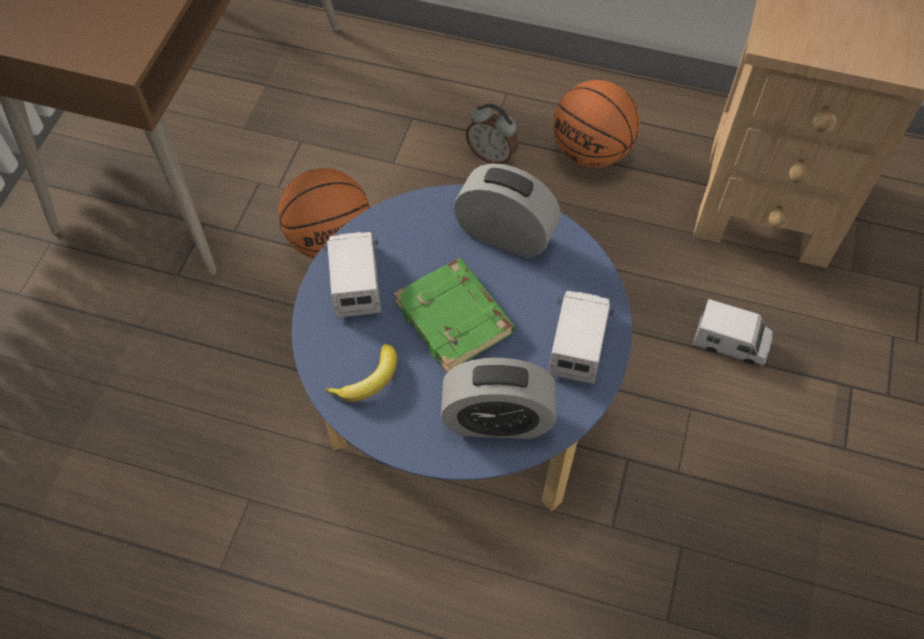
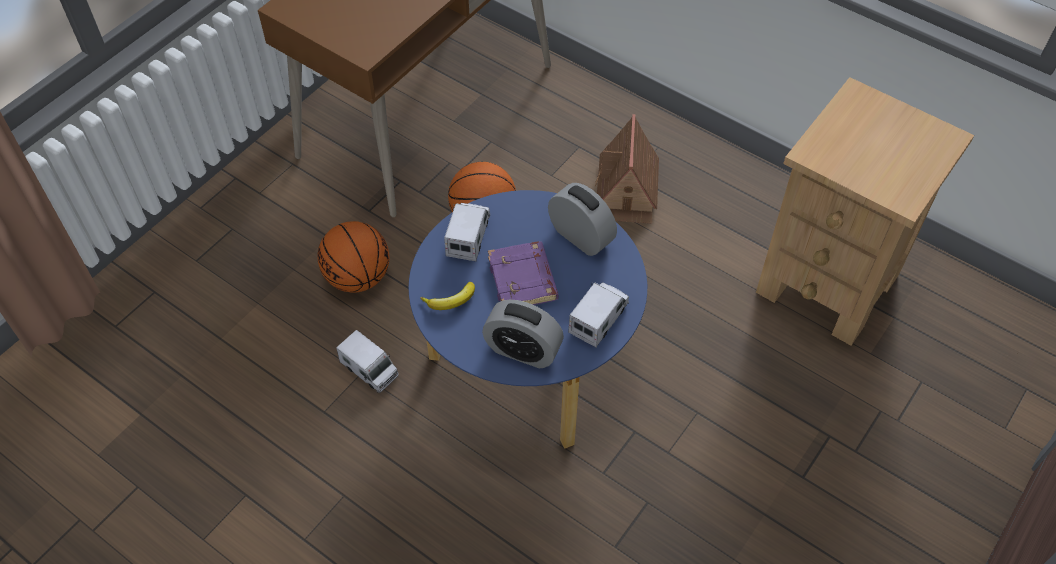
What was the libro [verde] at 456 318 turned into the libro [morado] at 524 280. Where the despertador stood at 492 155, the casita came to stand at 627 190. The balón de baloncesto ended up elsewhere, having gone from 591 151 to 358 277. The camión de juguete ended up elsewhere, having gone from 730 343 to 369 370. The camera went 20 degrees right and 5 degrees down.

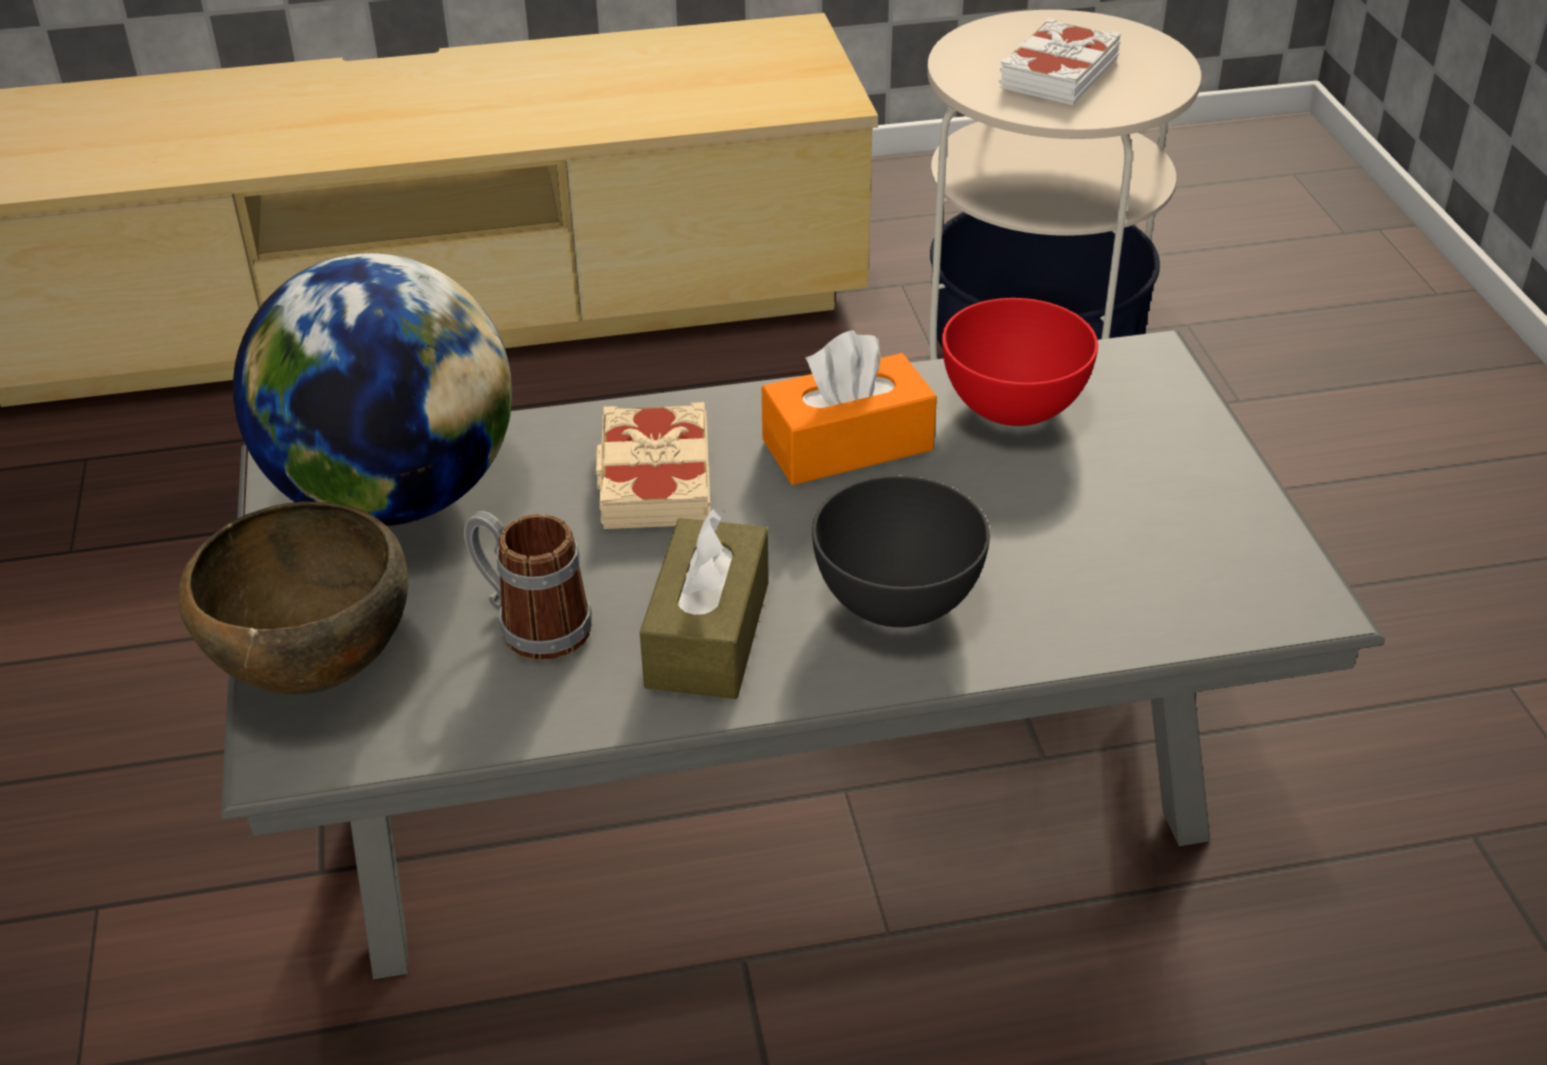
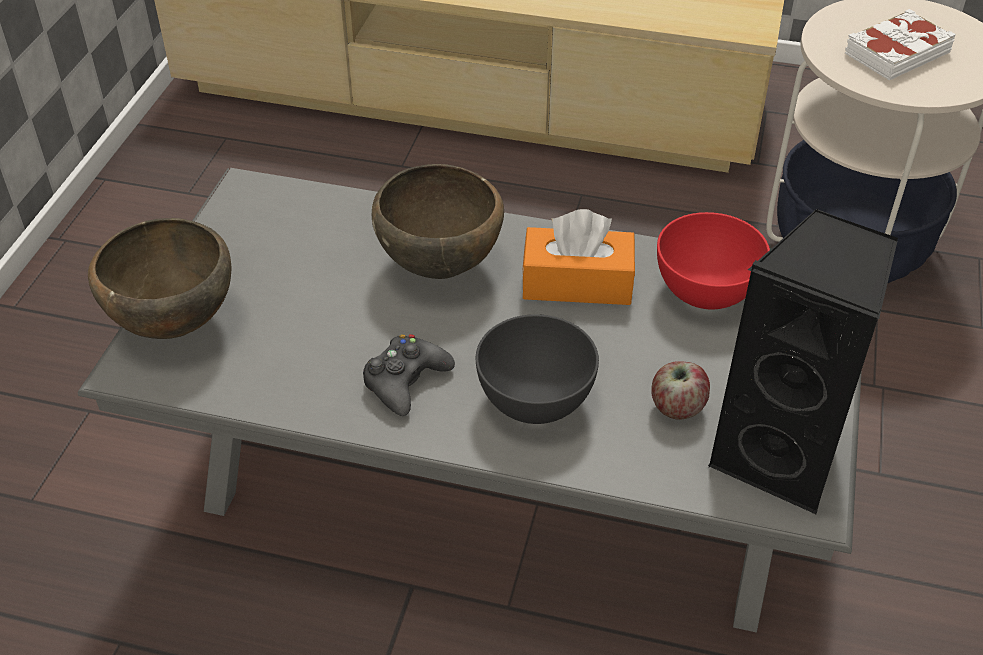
The second view lost the globo terráqueo at 395 496. The second view lost the taza grande at 531 623. Where the libro [beis] stood at 653 479, the cuenco [marrón] came to stand at 441 267. Where the caja de pañuelos [marrón] stood at 708 634, the mando de consola [negro] came to stand at 405 381. The second view gained the manzana at 677 407. The second view gained the altavoz [negro] at 781 458. The camera went 25 degrees right and 5 degrees up.

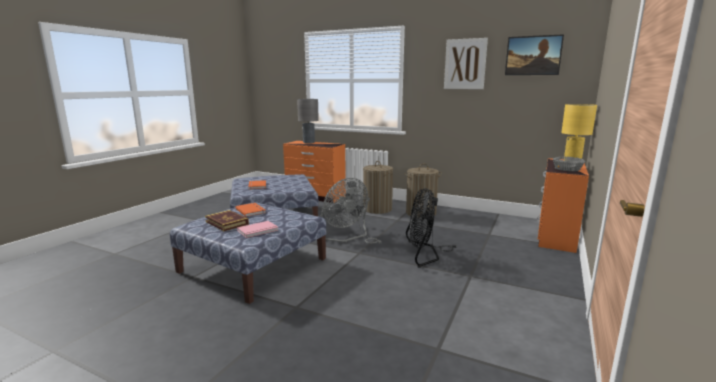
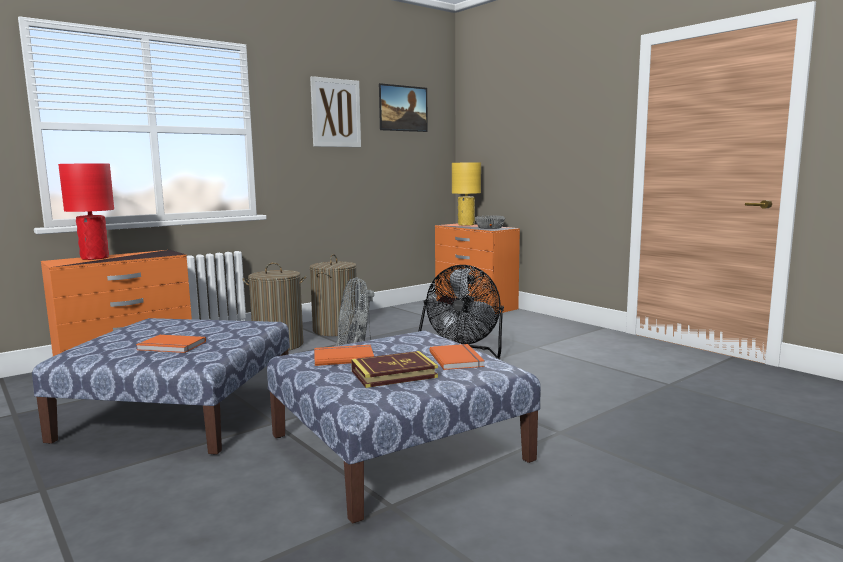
What was the libro [rosa] at 258 231 turned into the libro [naranja] at 458 359. What was the lámpara de mesa [gris] at 308 142 turned into the lámpara de mesa [rojo] at 94 258. The camera went 65 degrees left and 5 degrees down.

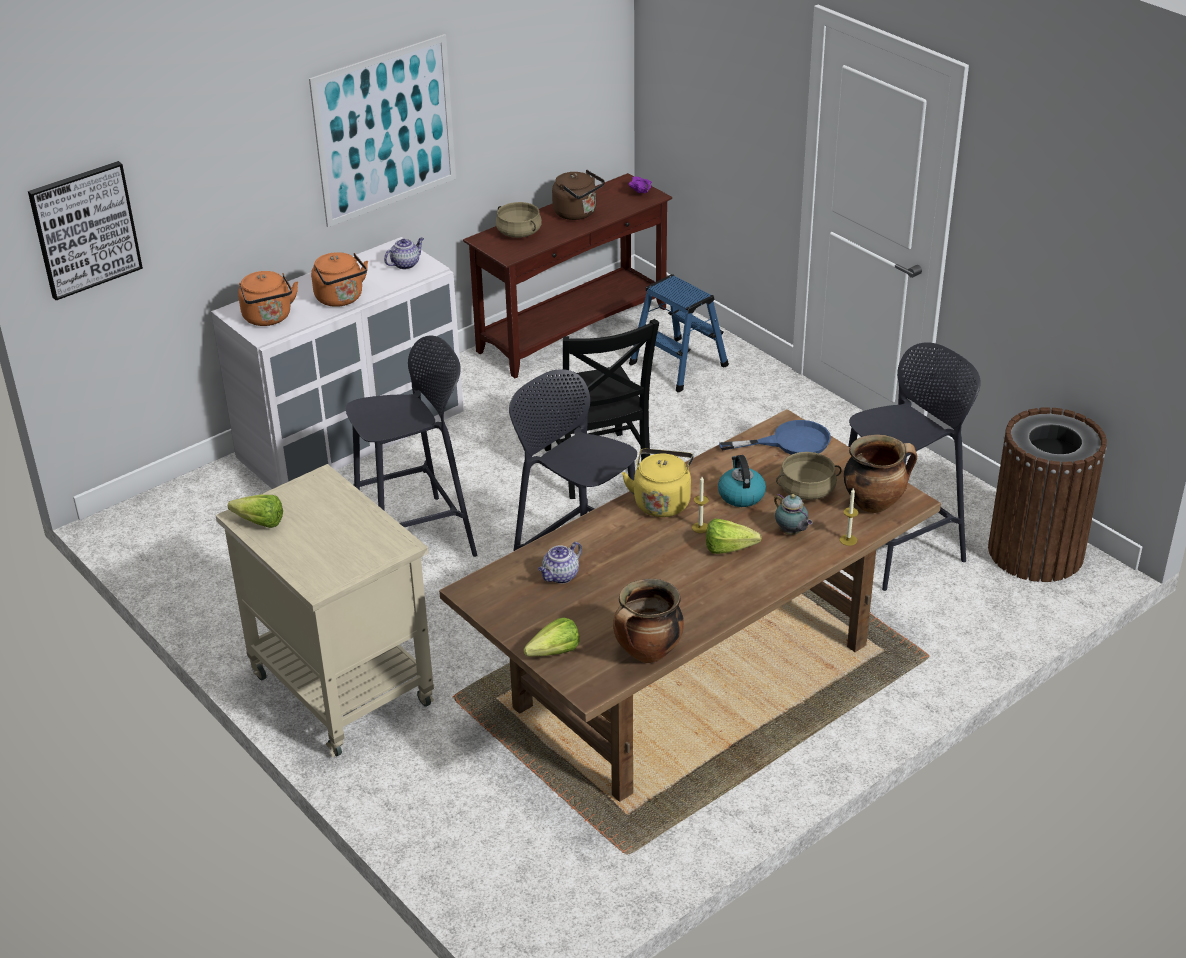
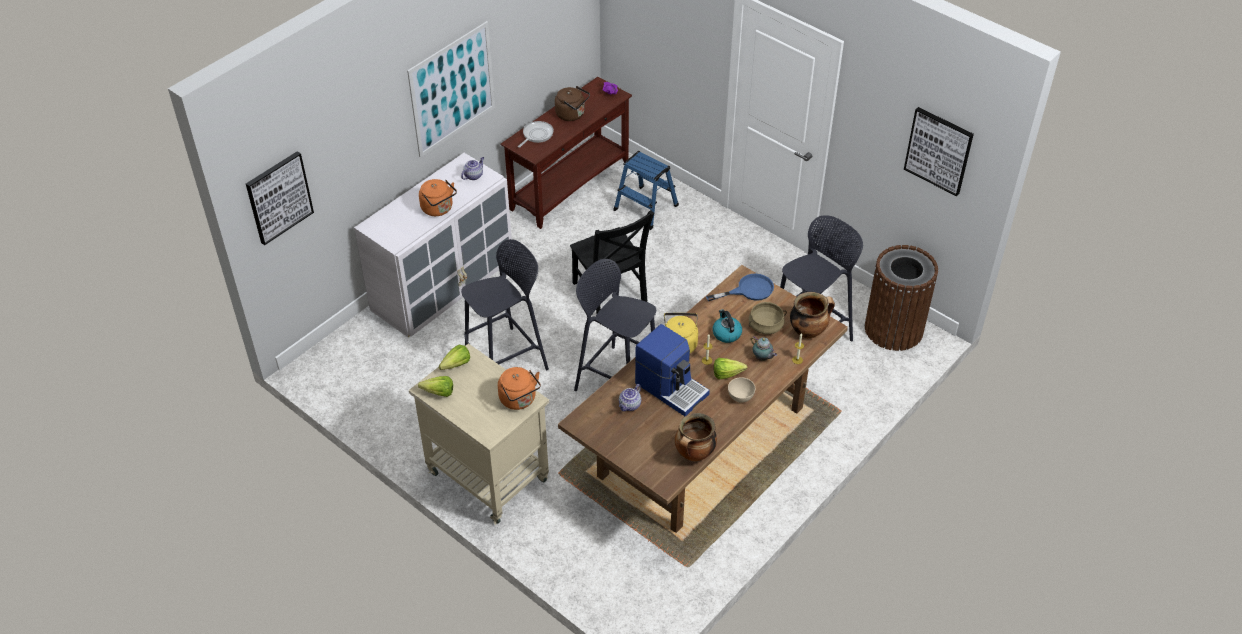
The hervidor [naranja] ended up elsewhere, having gone from 269 318 to 519 400. Where the olla [beis] stood at 518 233, the sartén came to stand at 536 135. The lechuga ended up elsewhere, having gone from 550 654 to 453 366. The second view gained the cafetera at 671 387. The second view gained the cuenco [beis] at 740 397. The second view gained the cuadro at 939 150. The camera went 10 degrees left and 10 degrees up.

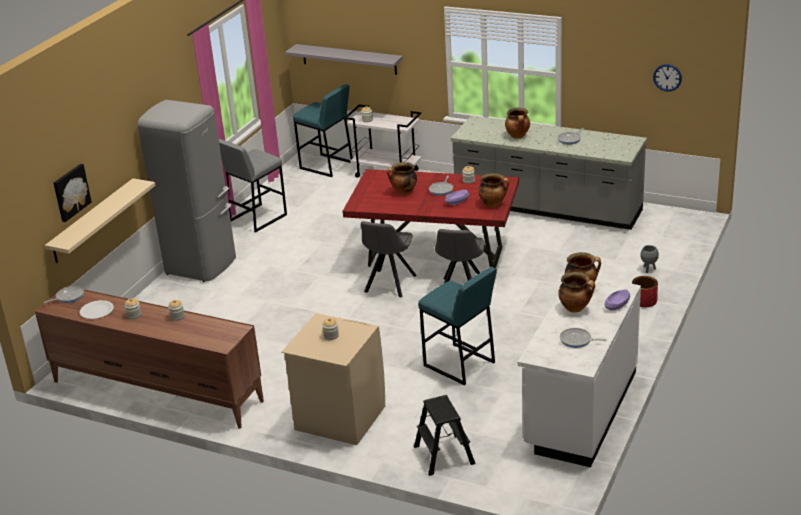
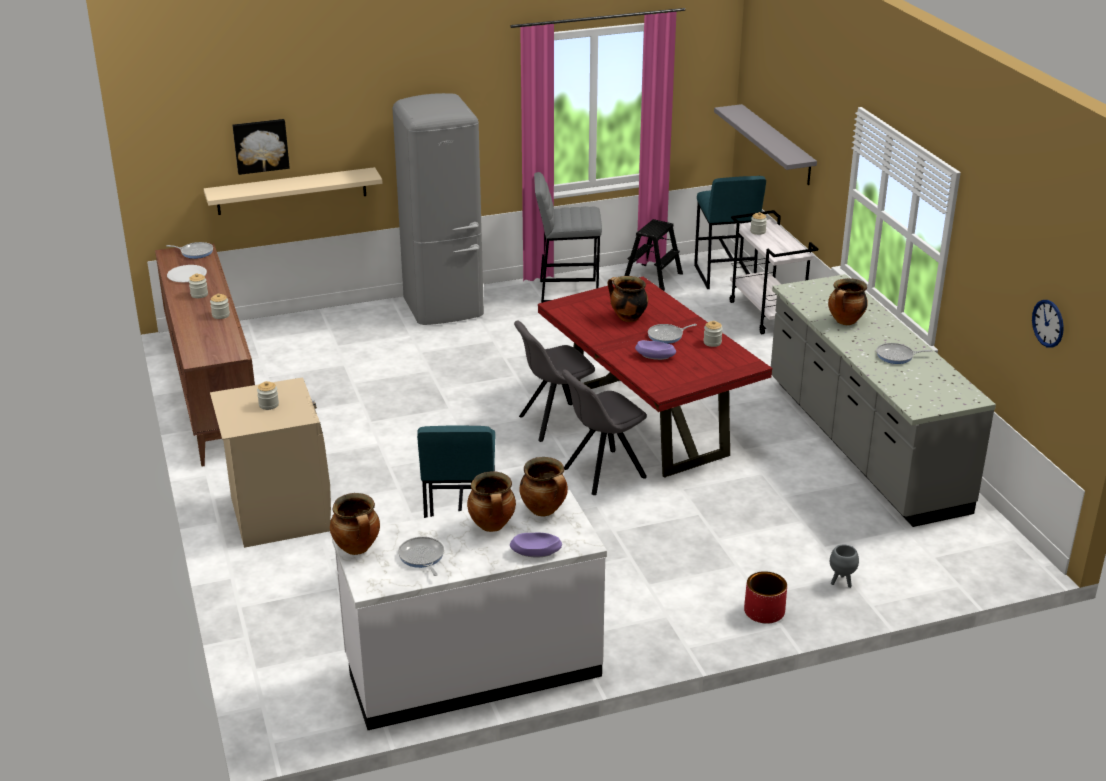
The escalera de tijera [negro] ended up elsewhere, having gone from 444 455 to 652 277. The olla ended up elsewhere, having gone from 493 204 to 357 548. The camera went 45 degrees right and 0 degrees up.

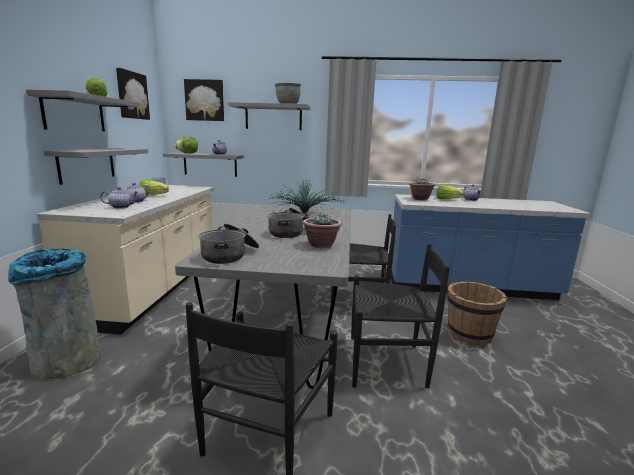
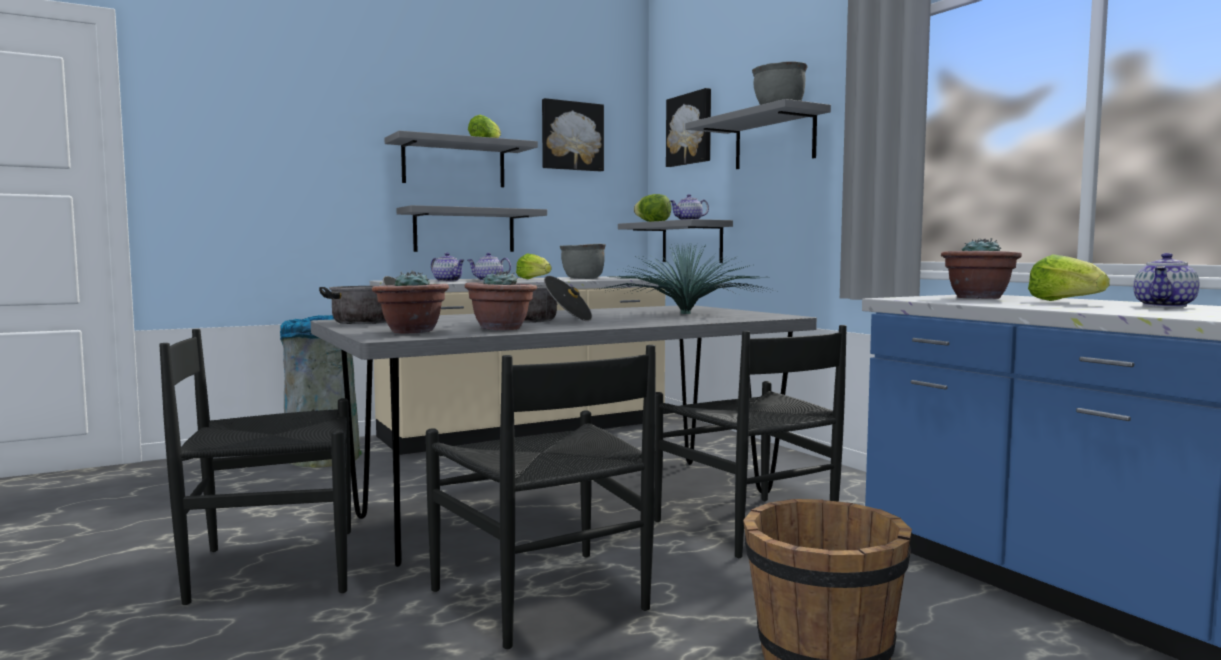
The second view gained the planta en maceta at 411 331. The second view gained the olla [gris] at 582 279. The camera went 55 degrees right and 10 degrees down.

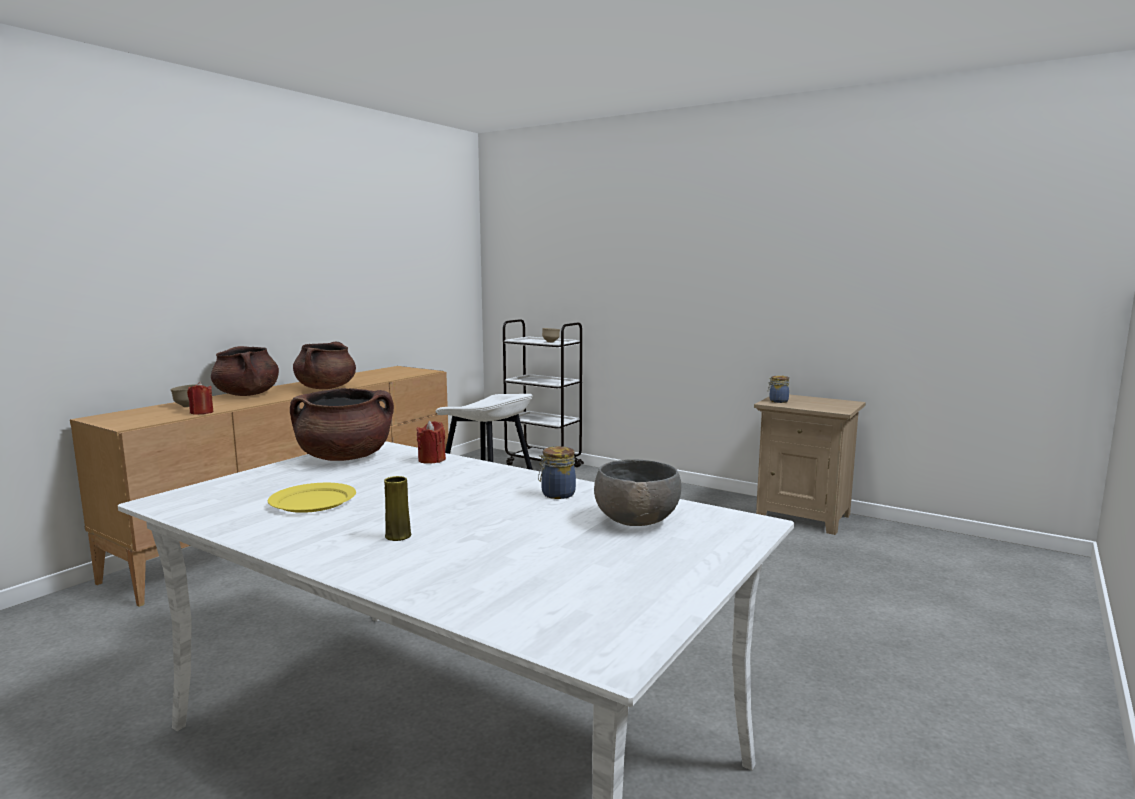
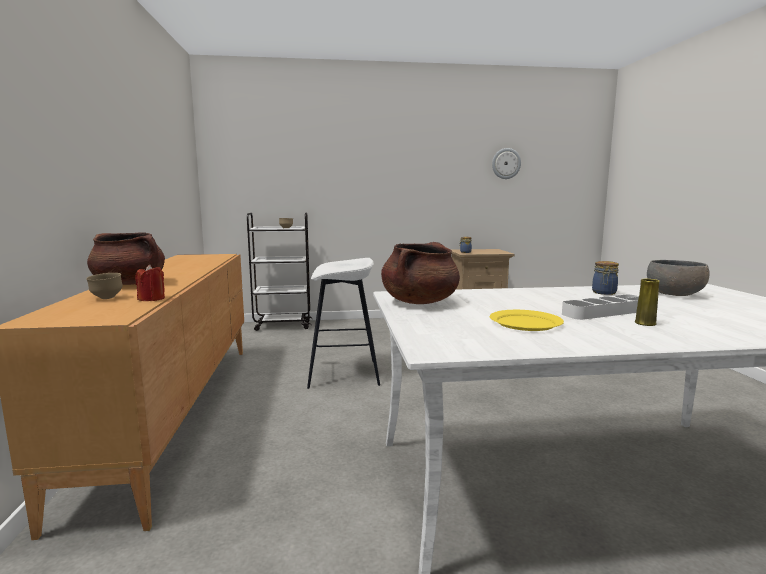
The second view lost the olla [marrón] at 326 388. The second view lost the vela [rojo] at 432 460. The second view gained the reloj de pared at 506 163. The second view gained the bandeja [blanco] at 604 312. The camera went 40 degrees left and 0 degrees up.

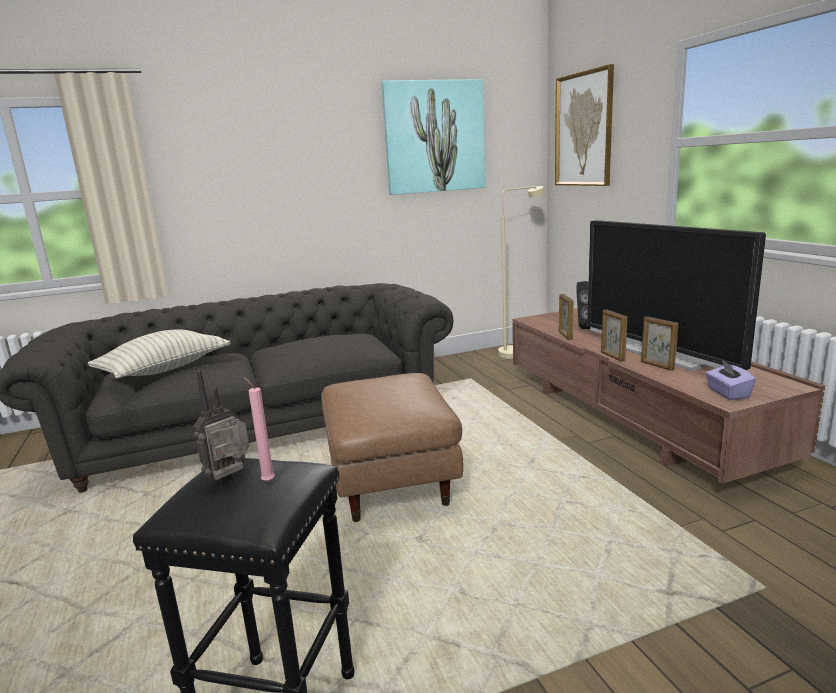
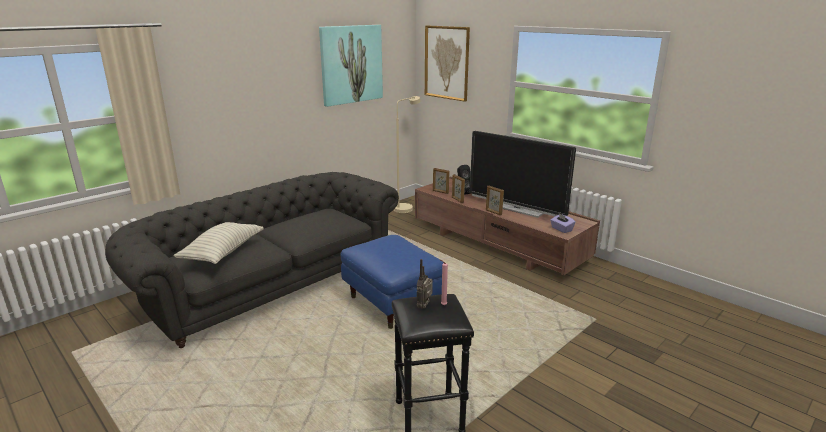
What was the puf [marrón] at 391 481 turned into the puf [azul] at 391 303. The portarretratos ended up elsewhere, having gone from 657 366 to 440 192. The camera went 25 degrees left and 5 degrees up.

